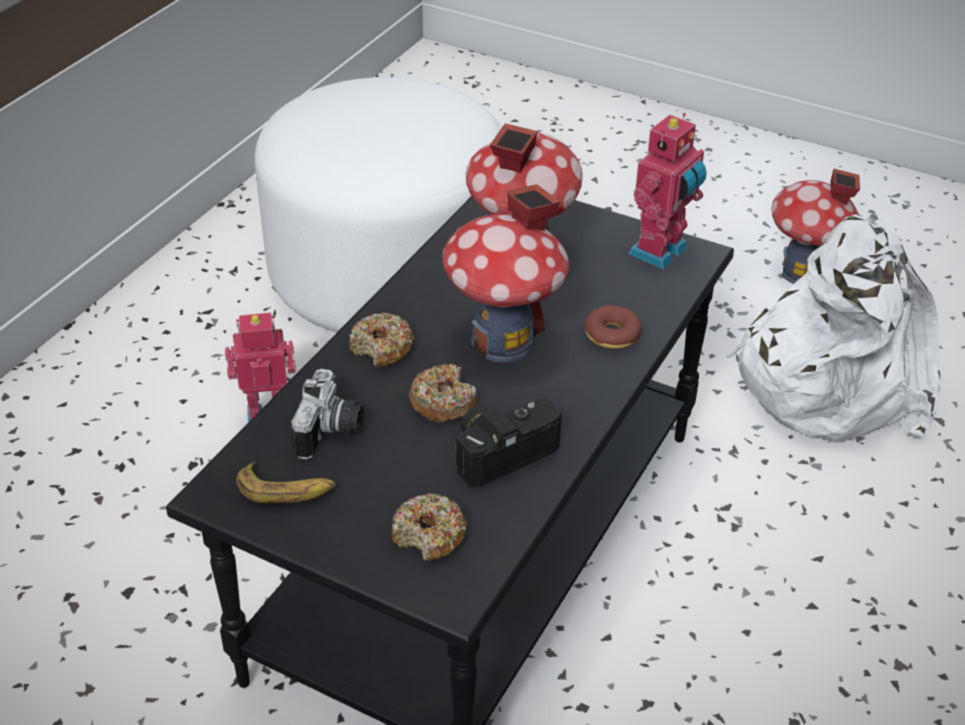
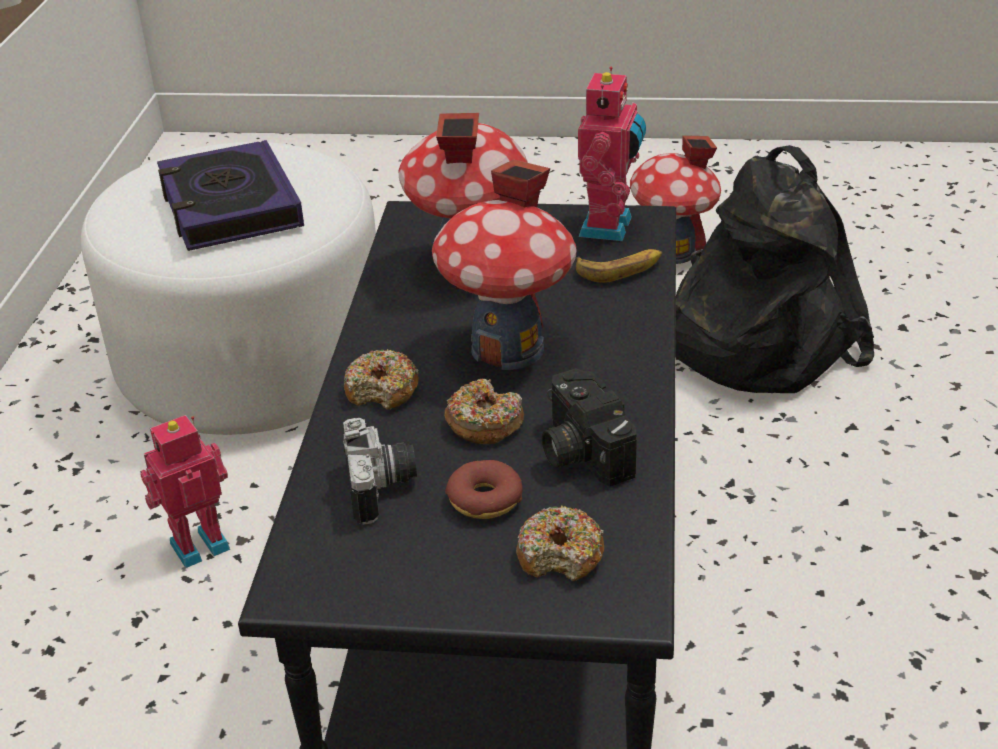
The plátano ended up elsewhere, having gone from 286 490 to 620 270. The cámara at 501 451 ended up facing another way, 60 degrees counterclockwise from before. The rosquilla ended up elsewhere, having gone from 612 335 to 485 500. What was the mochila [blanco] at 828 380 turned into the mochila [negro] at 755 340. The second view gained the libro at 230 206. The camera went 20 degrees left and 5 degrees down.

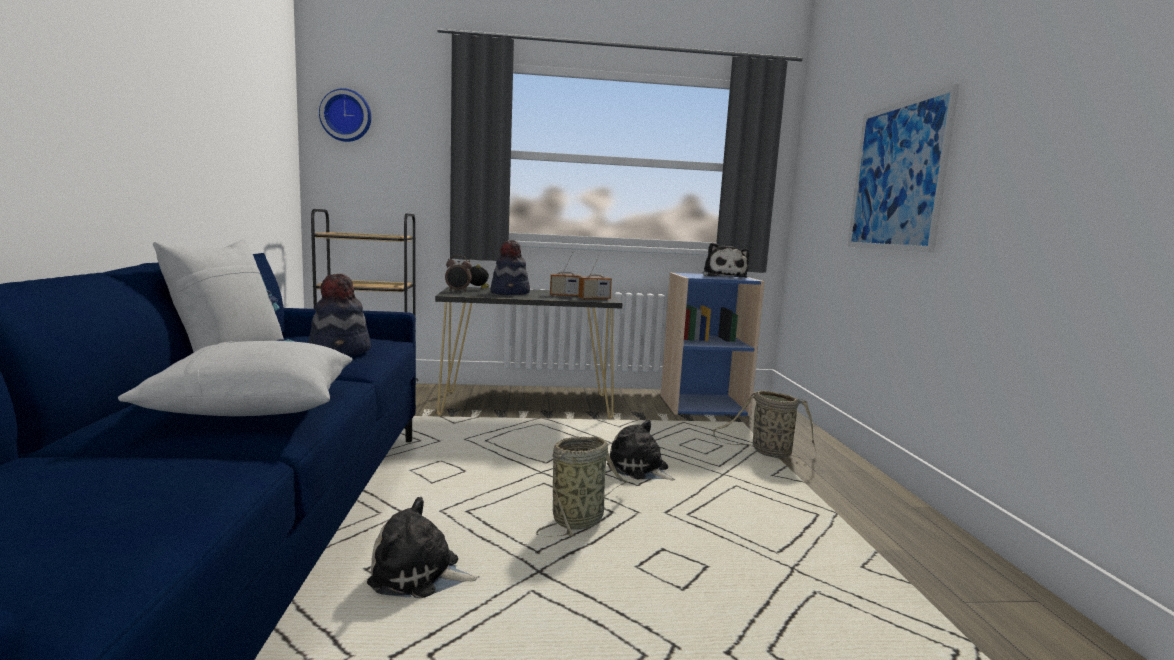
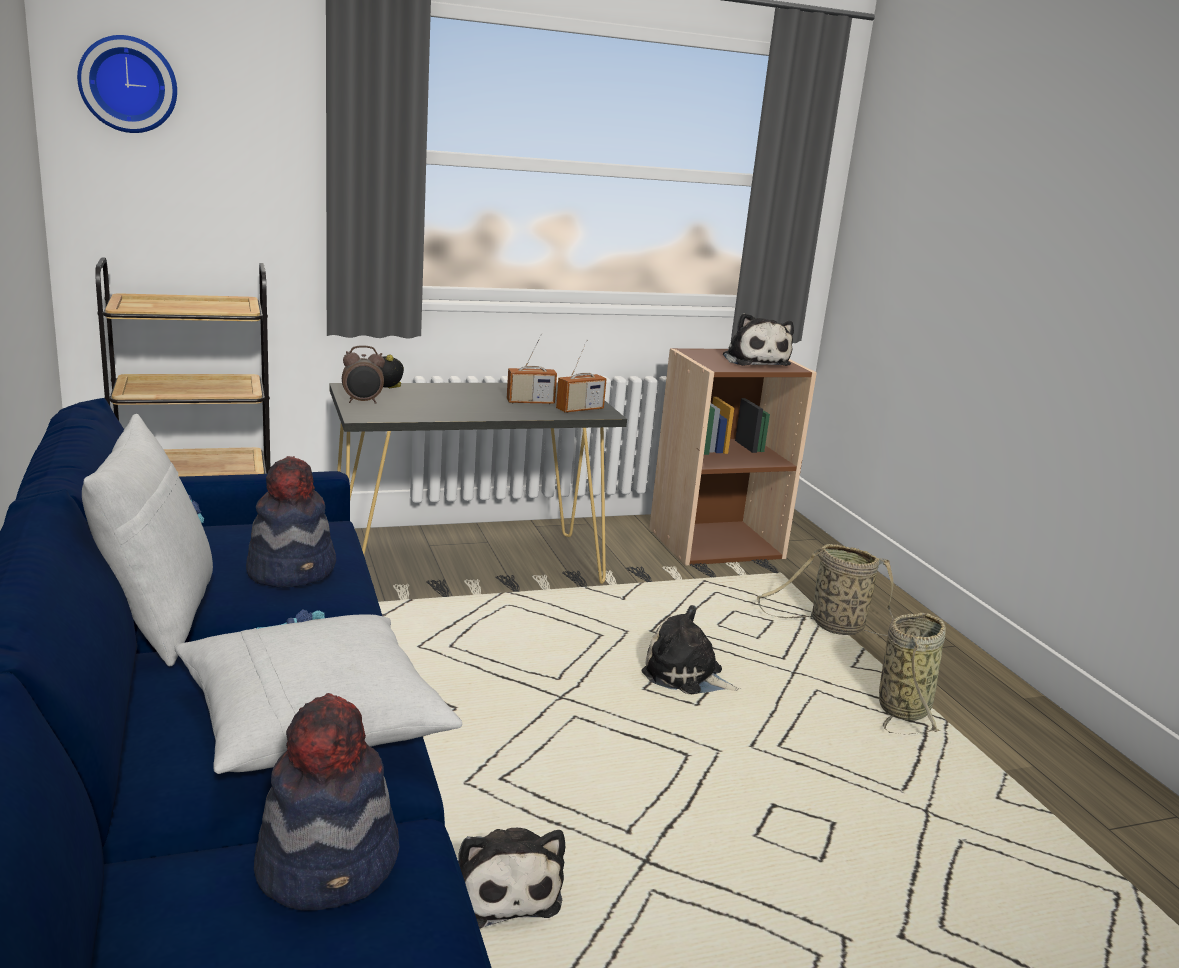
The peluche at 420 575 ended up facing another way, 105 degrees counterclockwise from before. The sombrero ended up elsewhere, having gone from 510 293 to 330 864. The cesta ended up elsewhere, having gone from 580 519 to 904 707. What was the estantería [azul] at 704 405 turned into the estantería [marrón] at 717 542. The second view lost the cuadro at 897 176. The camera went 15 degrees left and 10 degrees up.

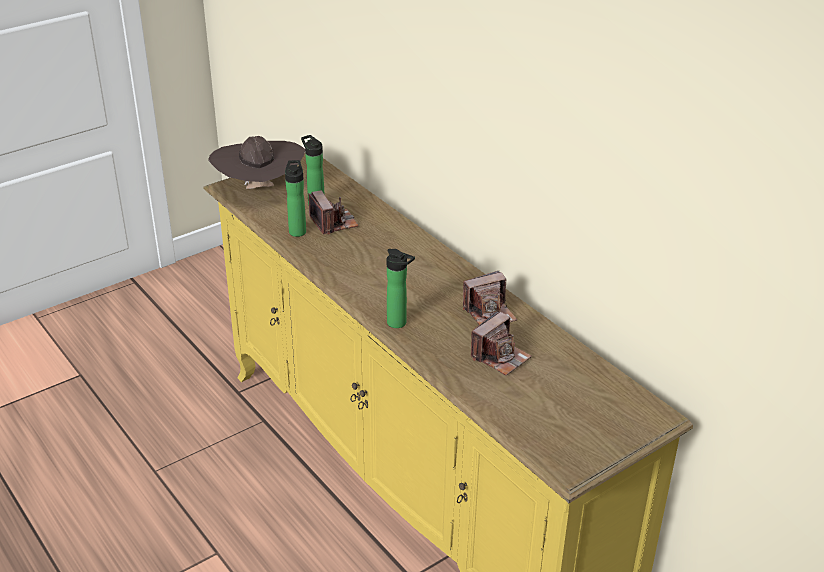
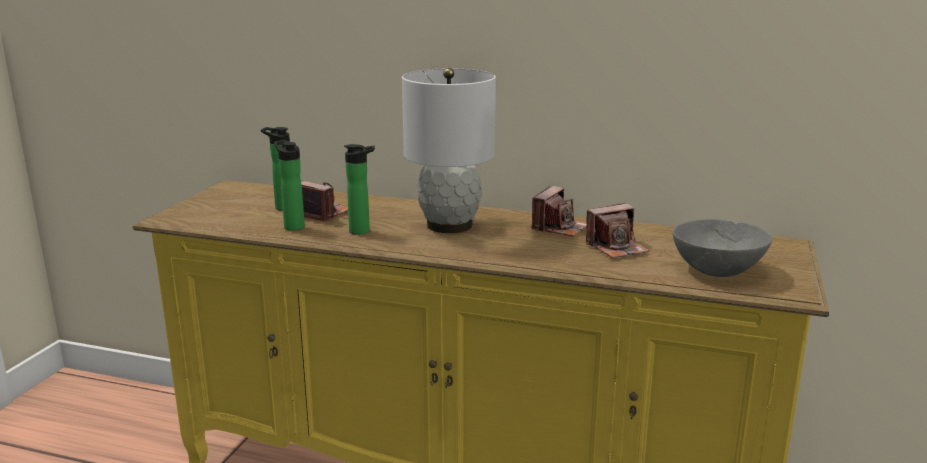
The second view lost the sombrero [marrón] at 259 189. The botella ended up elsewhere, having gone from 399 324 to 363 231. The cámara at 500 357 ended up facing another way, 60 degrees clockwise from before. The second view gained the lámpara de mesa [blanco] at 449 225. The second view gained the cuenco [gris] at 717 269. The camera went 35 degrees left and 15 degrees down.

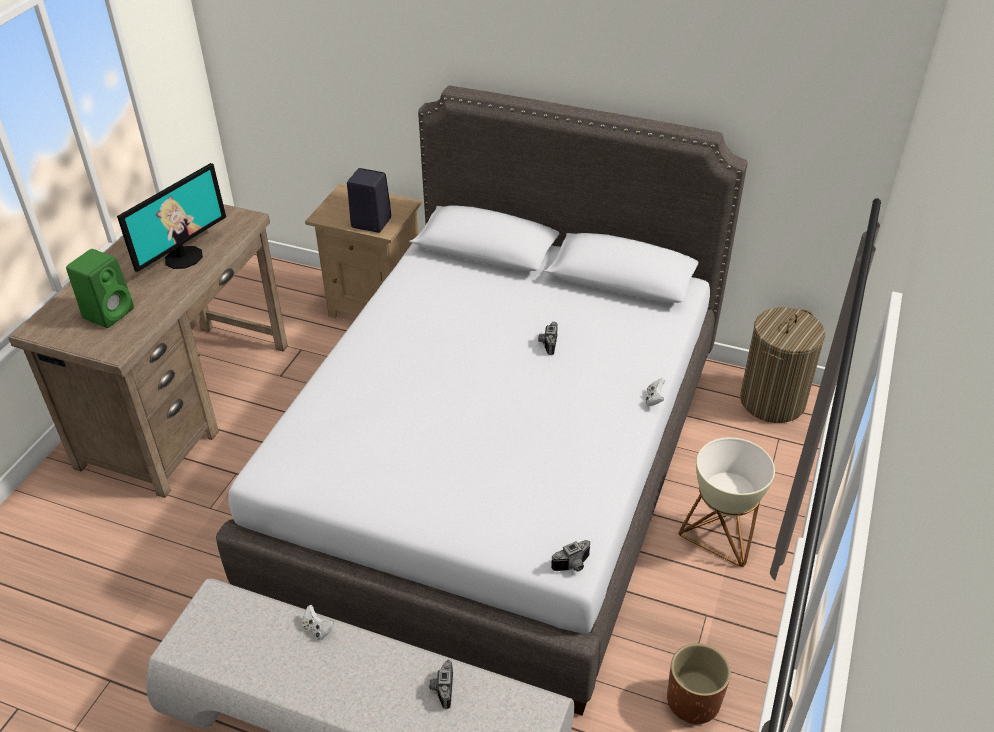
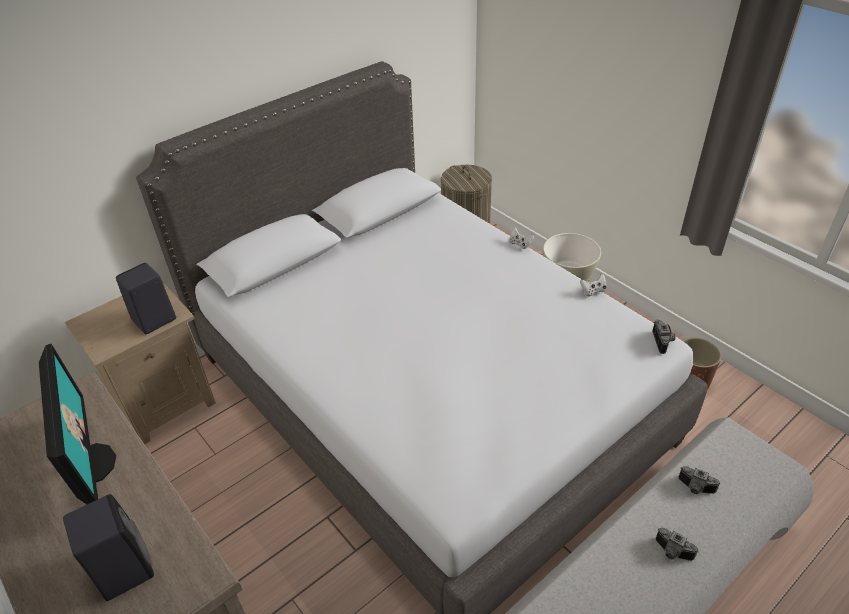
What was the altavoz [verde] at 109 312 turned into the altavoz [negro] at 123 567. The mando de consola [blanco] ended up elsewhere, having gone from 317 629 to 593 291. The cámara ended up elsewhere, having gone from 547 344 to 672 553. The camera went 60 degrees left and 0 degrees up.

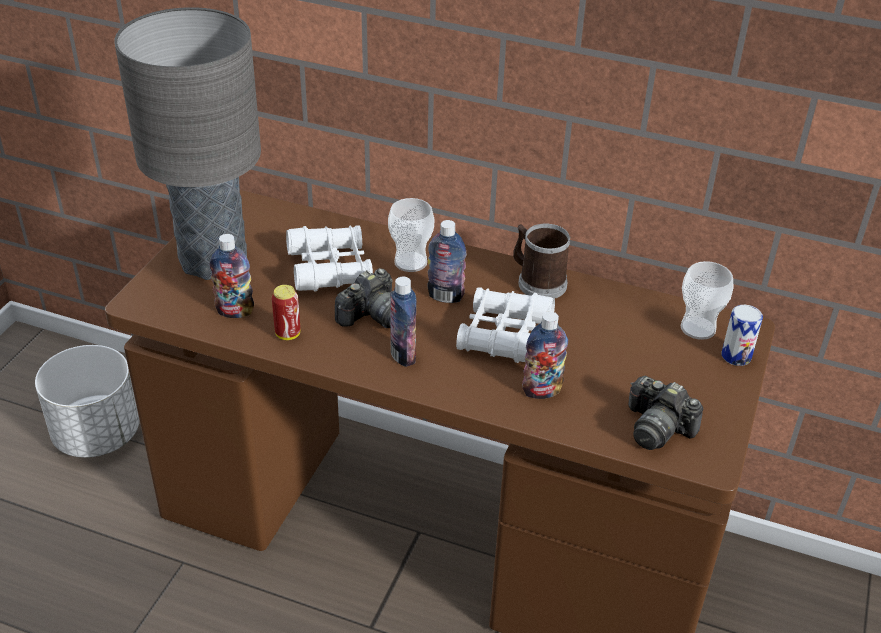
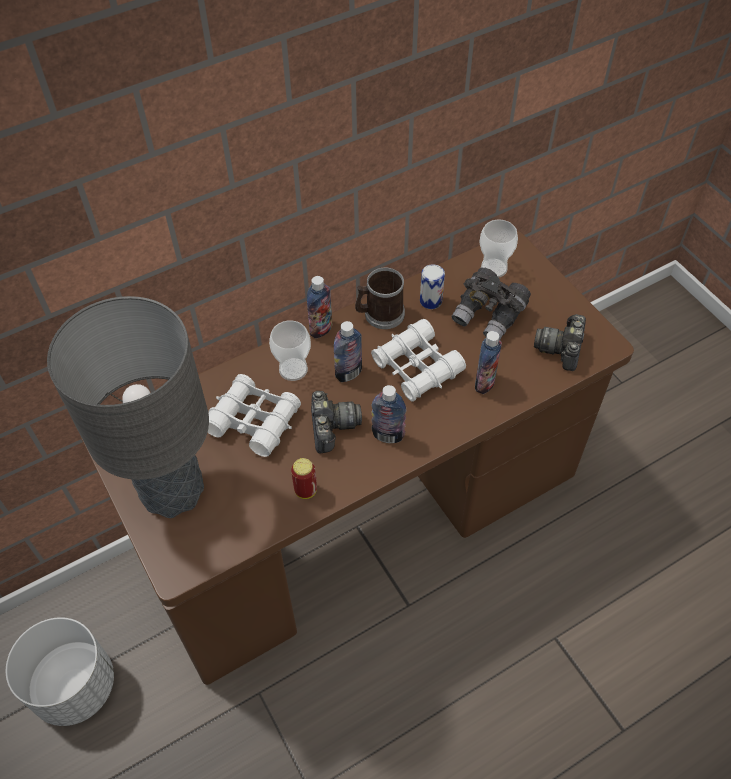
The botella ended up elsewhere, having gone from 235 311 to 321 329. The cámara at 657 428 ended up facing another way, 120 degrees clockwise from before. The lata ended up elsewhere, having gone from 736 356 to 430 301. The second view gained the prismáticos [gris] at 489 315. The camera went 50 degrees left and 15 degrees up.

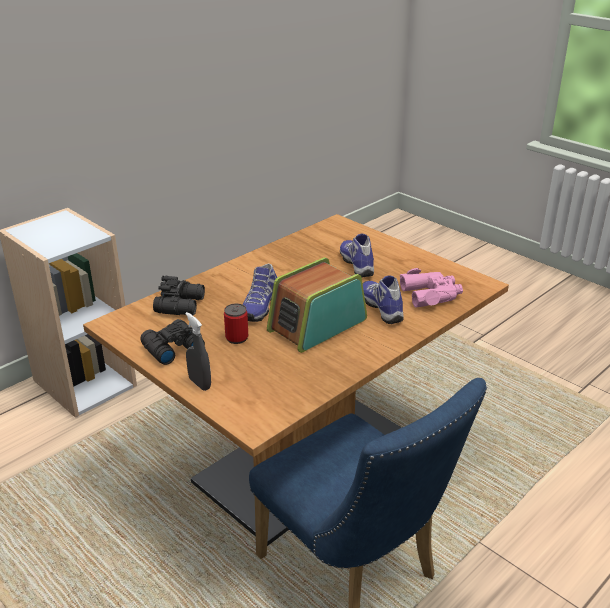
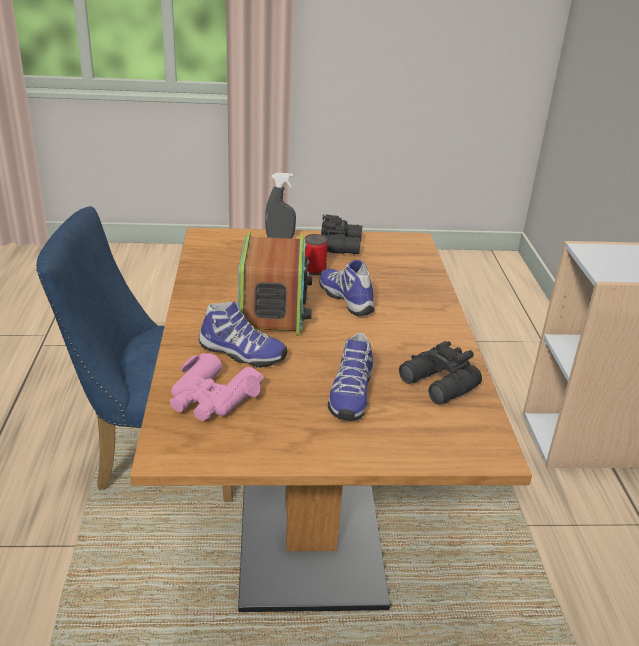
The prismáticos [negro] ended up elsewhere, having gone from 181 305 to 438 385. The zapato at 358 264 ended up facing another way, 75 degrees clockwise from before. The camera went 130 degrees right and 0 degrees up.

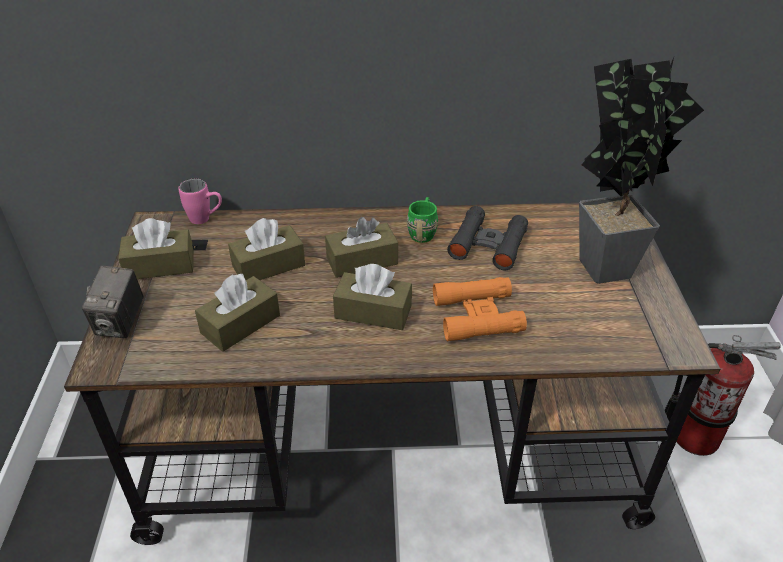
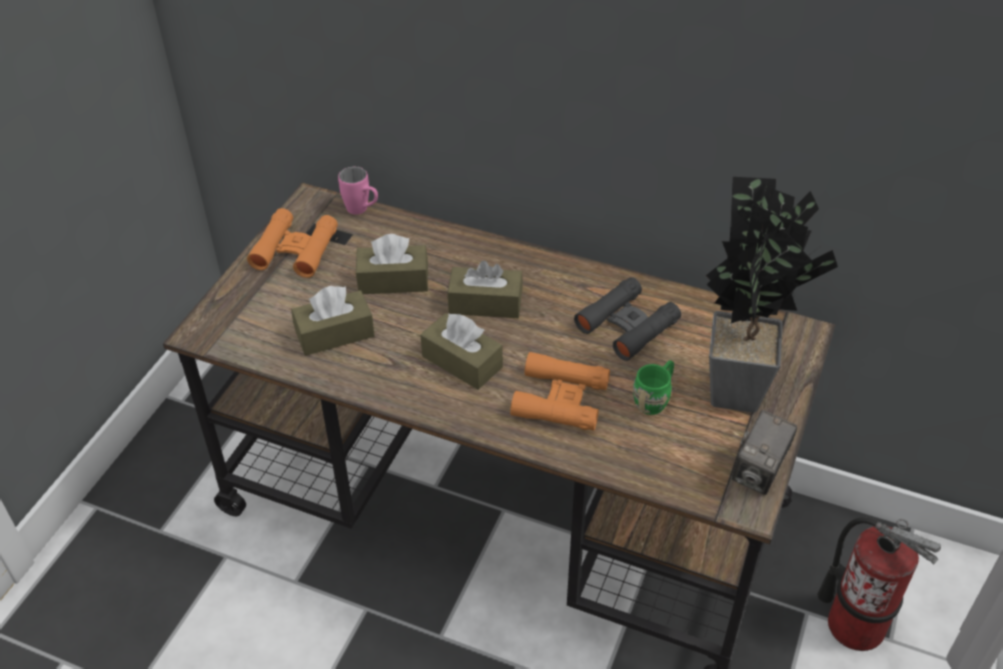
The cámara ended up elsewhere, having gone from 121 323 to 759 472. Where the caja de pañuelos [marrón] stood at 160 266, the prismáticos [naranja] came to stand at 295 250. The taza grande [verde] ended up elsewhere, having gone from 423 231 to 655 399. The camera went 25 degrees right and 5 degrees up.

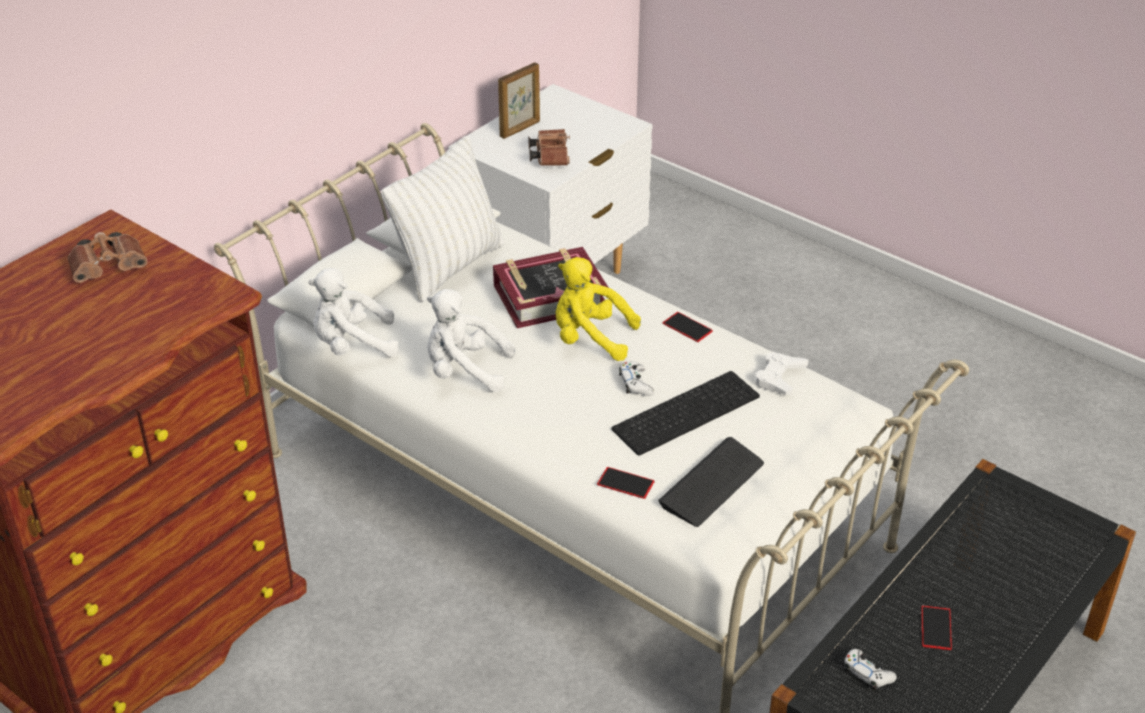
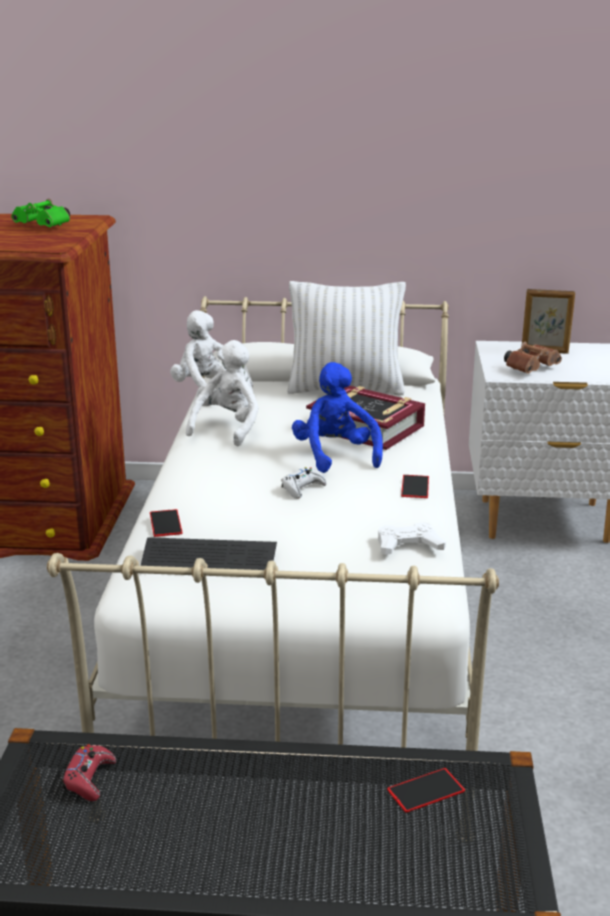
What was the prismáticos [marrón] at 111 268 turned into the prismáticos [verde] at 45 226. The peluche [blanco] at 464 371 ended up facing another way, 45 degrees clockwise from before. What was the peluche [amarillo] at 590 338 turned into the peluche [azul] at 335 455. The second view lost the teclado at 685 411. What was the mando de consola [blanco] at 867 673 turned into the mando de consola [rojo] at 89 779. The móvil ended up elsewhere, having gone from 936 628 to 426 790. The camera went 55 degrees right and 15 degrees down.

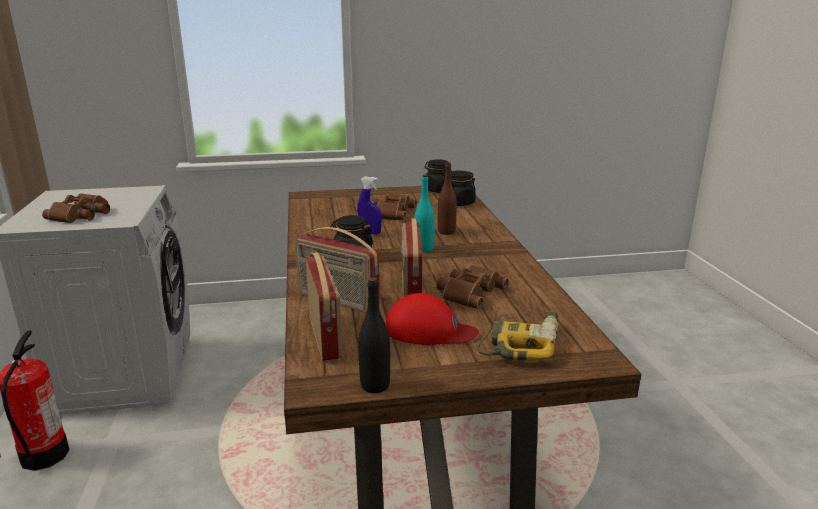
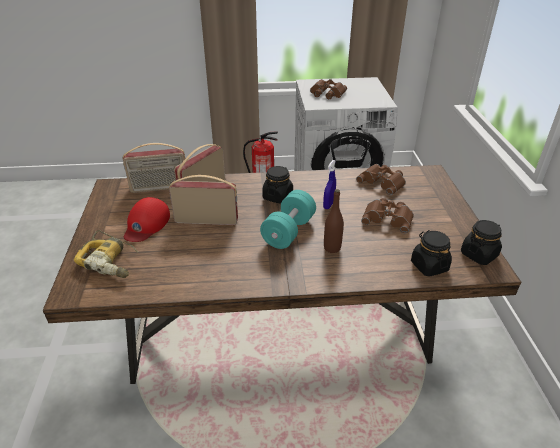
The second view lost the botella [negro] at 375 385. Where the botella [turquesa] stood at 424 249, the mancuerna [turquesa] came to stand at 288 231. The prismáticos [marrón] ended up elsewhere, having gone from 469 292 to 383 182. The camera went 95 degrees right and 15 degrees up.

